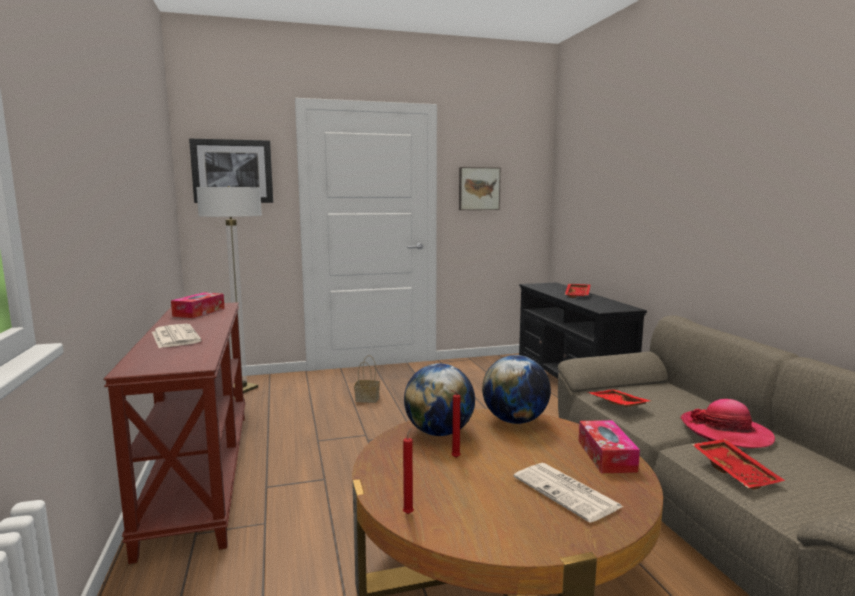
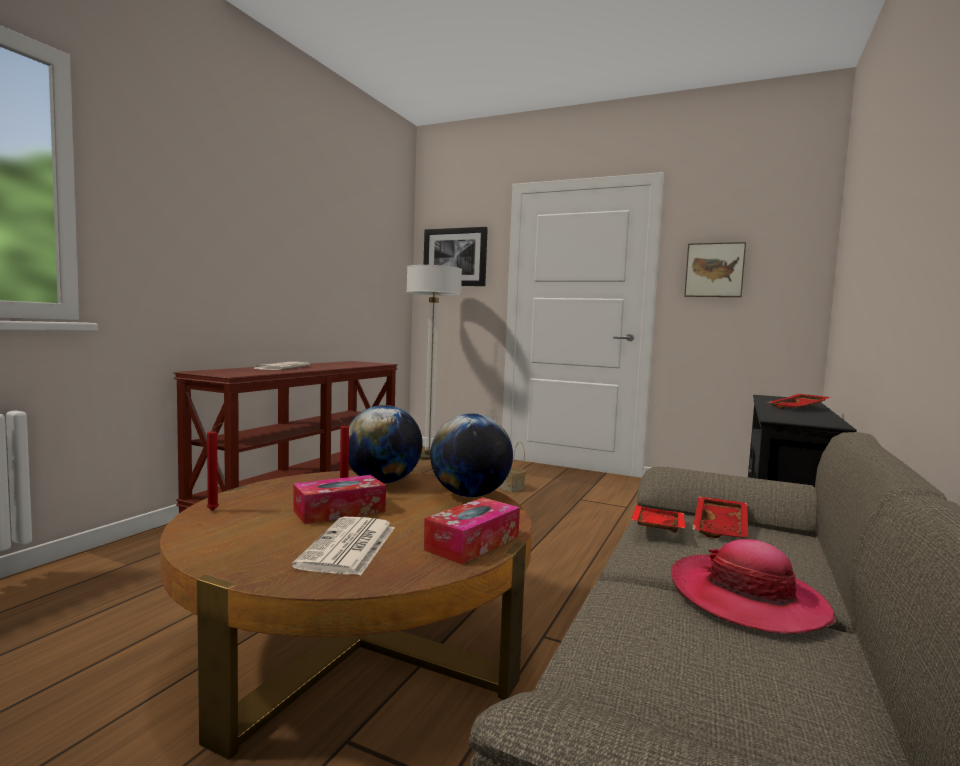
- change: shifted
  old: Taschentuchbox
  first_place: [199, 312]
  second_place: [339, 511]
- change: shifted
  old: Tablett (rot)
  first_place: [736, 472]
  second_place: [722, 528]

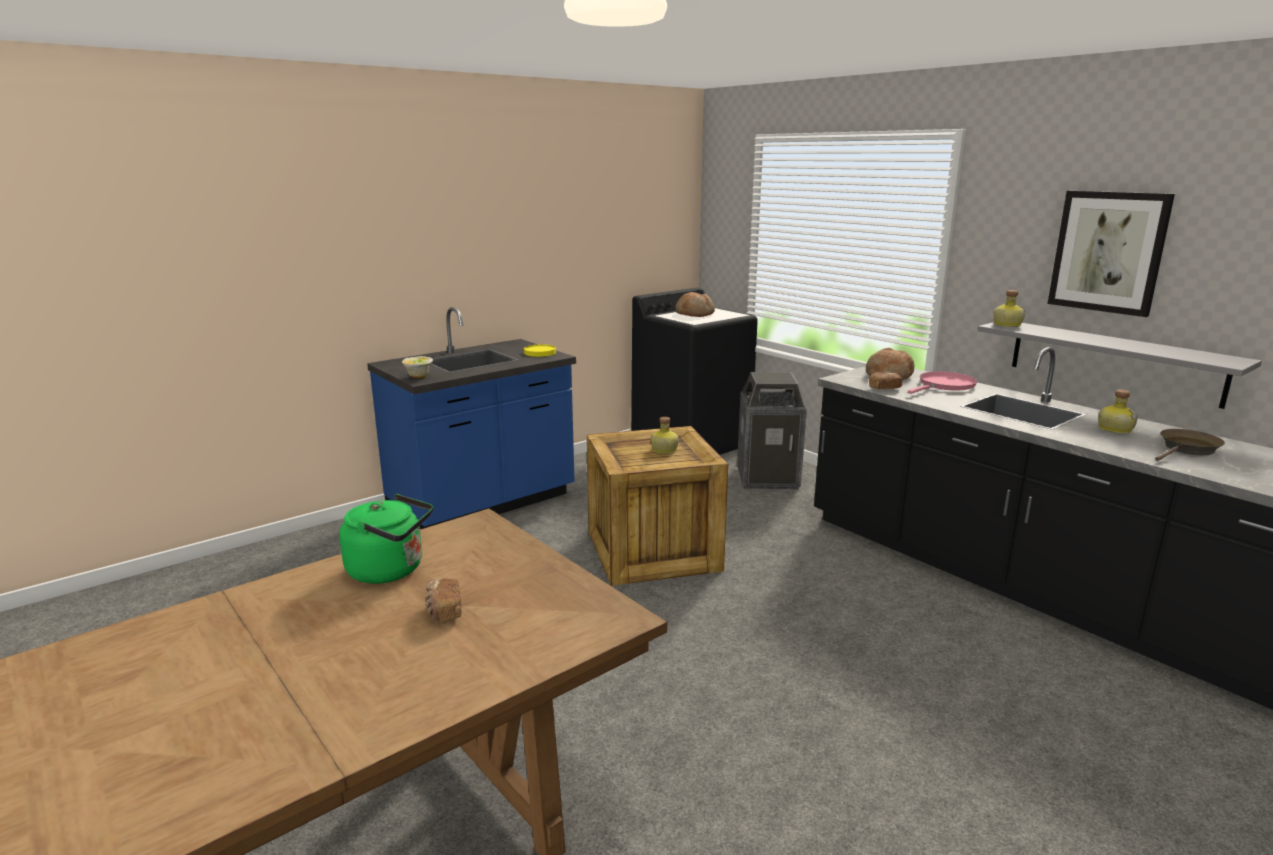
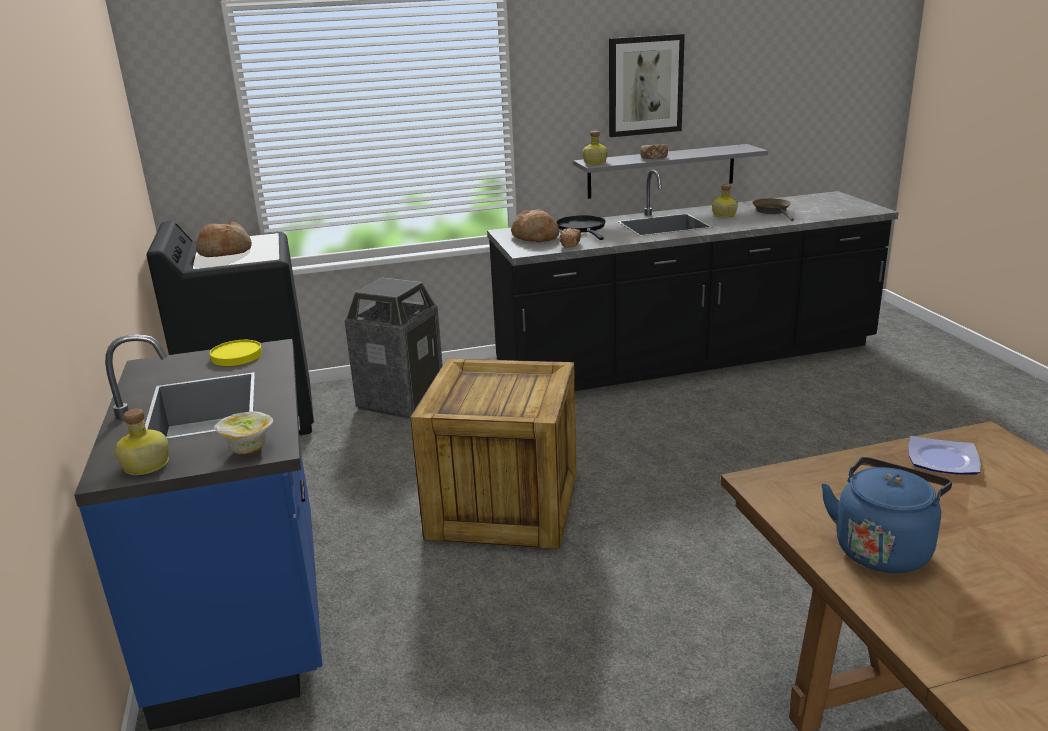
- change: shifted
  old: Flasche
  first_place: [663, 450]
  second_place: [145, 466]
- change: repainted
  old: Pfanne (rosa)
  new: Pfanne (schwarz)
  first_place: [944, 385]
  second_place: [582, 228]
- change: shifted
  old: Brot
  first_place: [443, 612]
  second_place: [654, 158]
- change: repainted
  old: Wasserkessel (grün)
  new: Wasserkessel (blau)
  first_place: [391, 570]
  second_place: [882, 548]
- change: new
  new: Teller
  second_place: [941, 461]

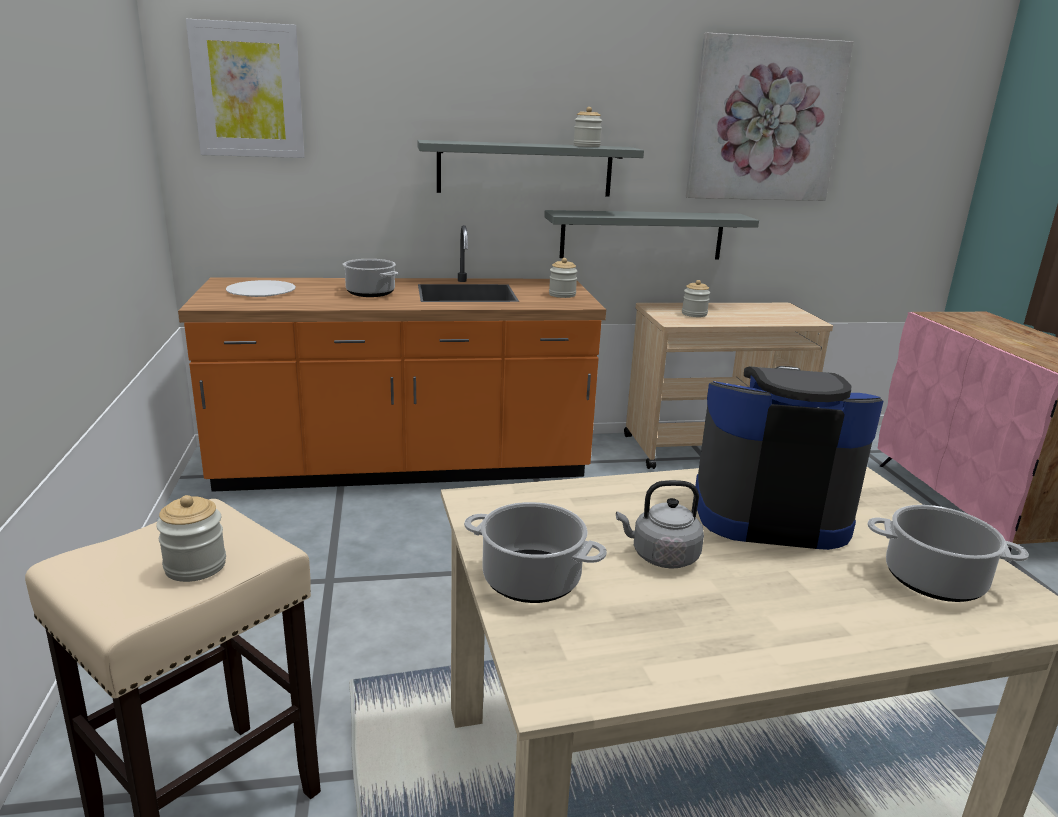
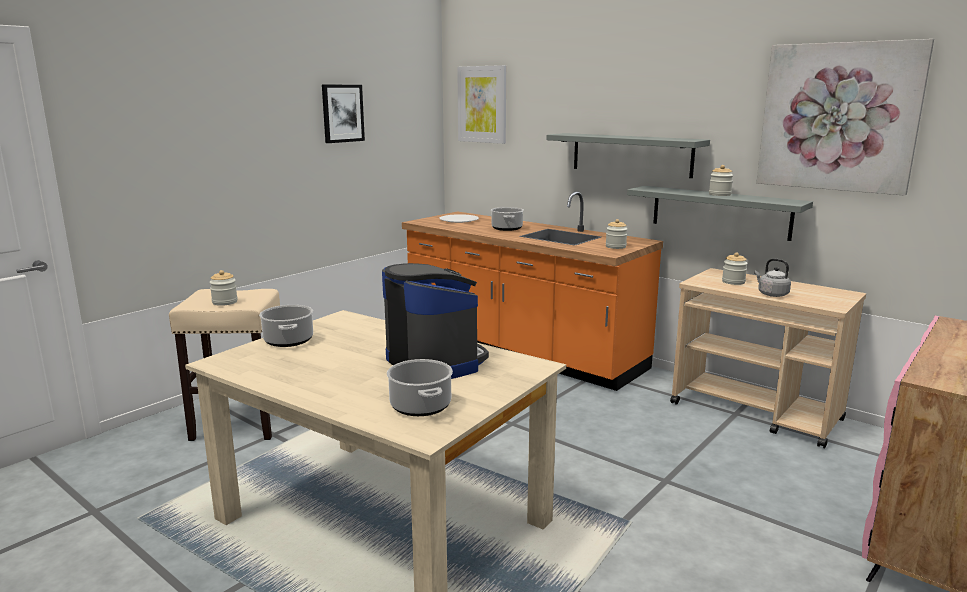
- change: new
  new: Bild
  second_place: [342, 113]
- change: shifted
  old: Vorratsglas
  first_place: [586, 146]
  second_place: [719, 194]
- change: shifted
  old: Wasserkessel (grau)
  first_place: [661, 556]
  second_place: [771, 294]

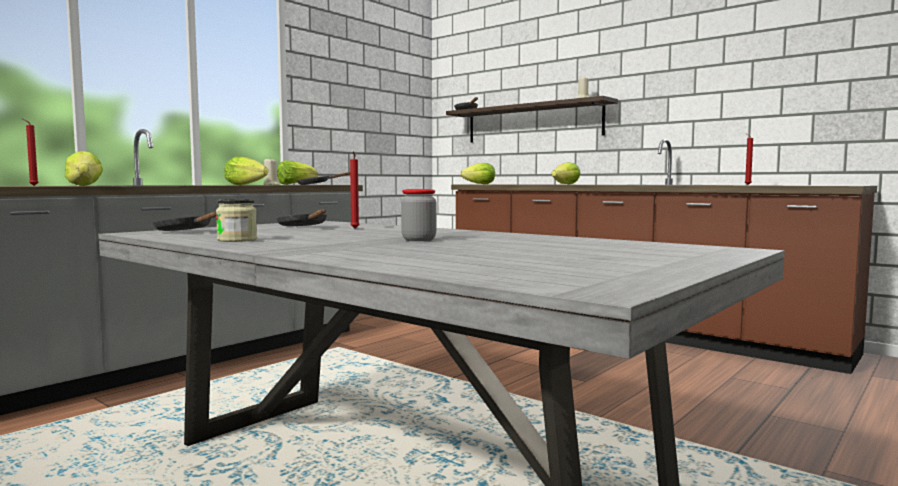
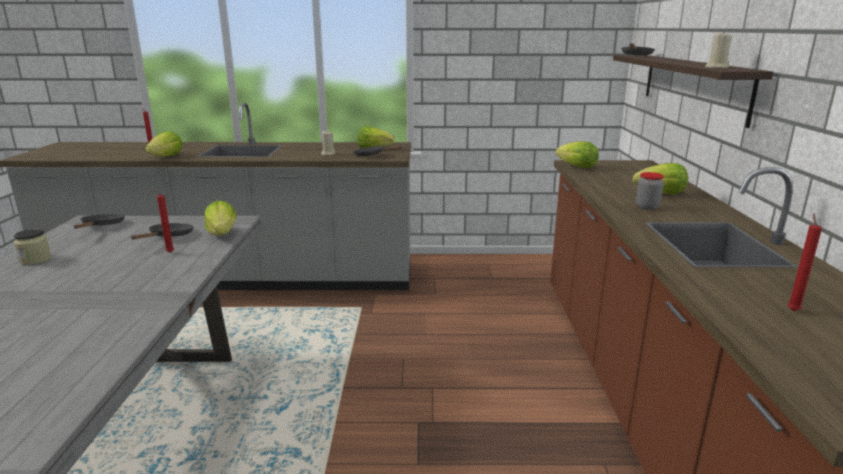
- change: shifted
  old: Salatkopf
  first_place: [245, 185]
  second_place: [222, 234]
- change: shifted
  old: Vorratsglas
  first_place: [419, 240]
  second_place: [647, 207]

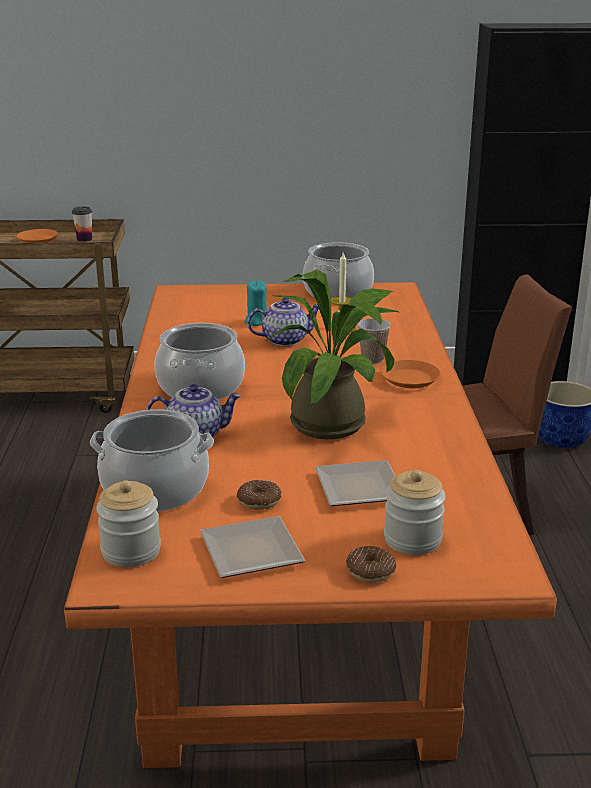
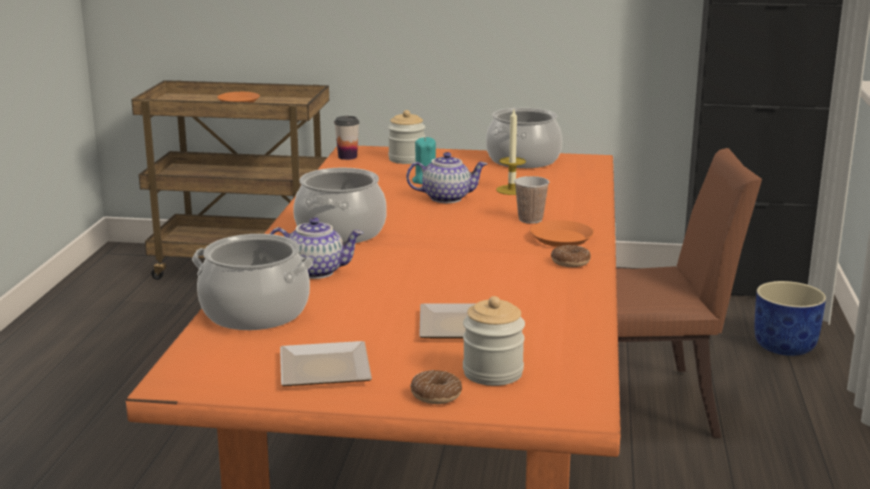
- change: shifted
  old: Tasse
  first_place: [84, 239]
  second_place: [347, 157]
- change: shifted
  old: Vorratsglas
  first_place: [131, 551]
  second_place: [406, 159]
- change: shifted
  old: Donut
  first_place: [259, 501]
  second_place: [570, 262]
- change: gone
  old: Topfpflanze
  first_place: [336, 422]

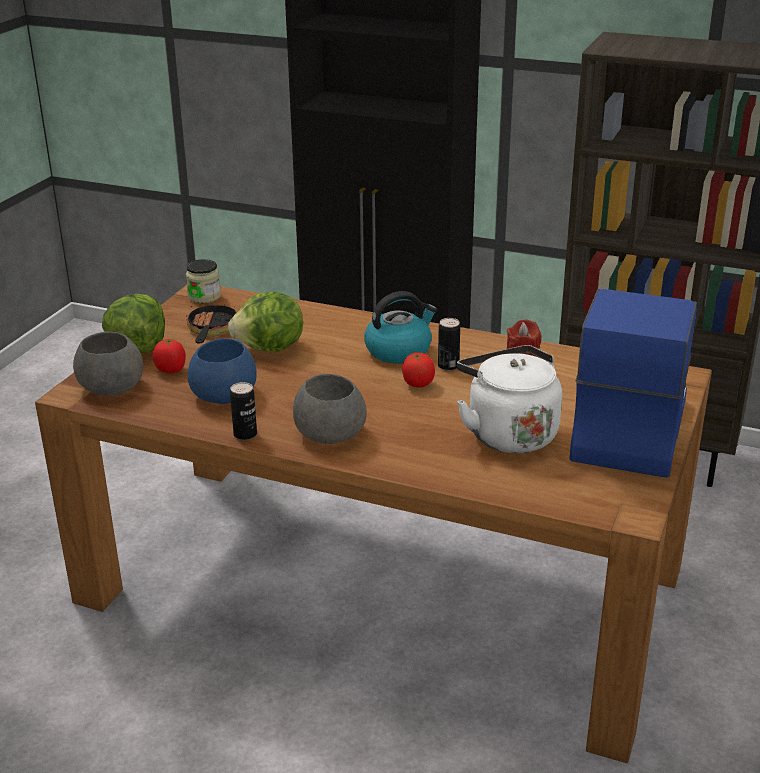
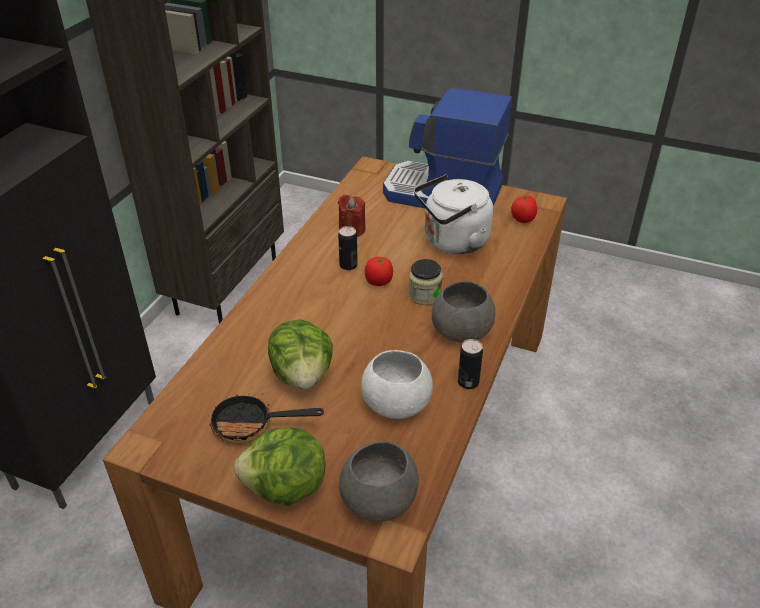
- change: repainted
  old: Schüssel (blau)
  new: Schüssel (weiß)
  first_place: [224, 394]
  second_place: [395, 402]
- change: shifted
  old: Vorratsglas
  first_place: [204, 296]
  second_place: [424, 295]
- change: shifted
  old: Tomate
  first_place: [171, 370]
  second_place: [523, 219]
- change: gone
  old: Wasserkessel
  first_place: [399, 350]

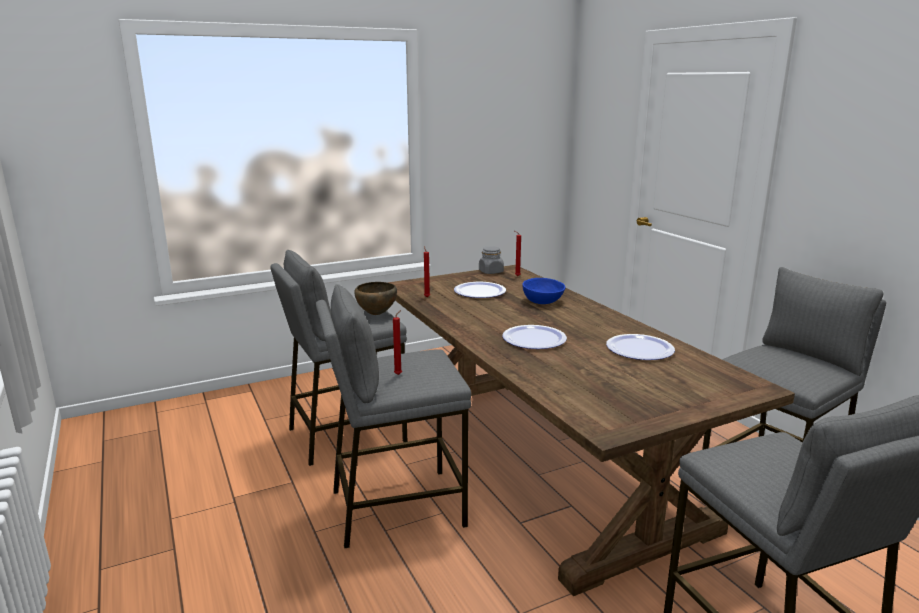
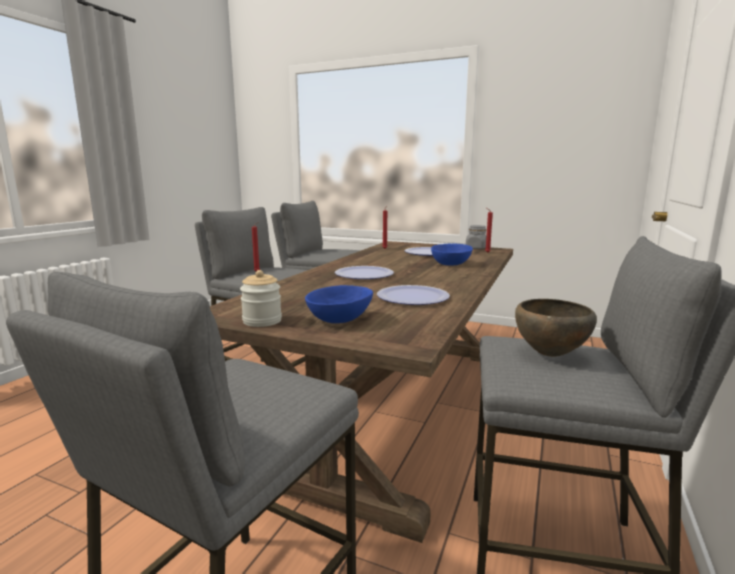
- change: new
  new: Vorratsglas
  second_place: [262, 321]
- change: new
  new: Schüssel (blau)
  second_place: [340, 319]
- change: shifted
  old: Schüssel (braun)
  first_place: [376, 314]
  second_place: [549, 355]

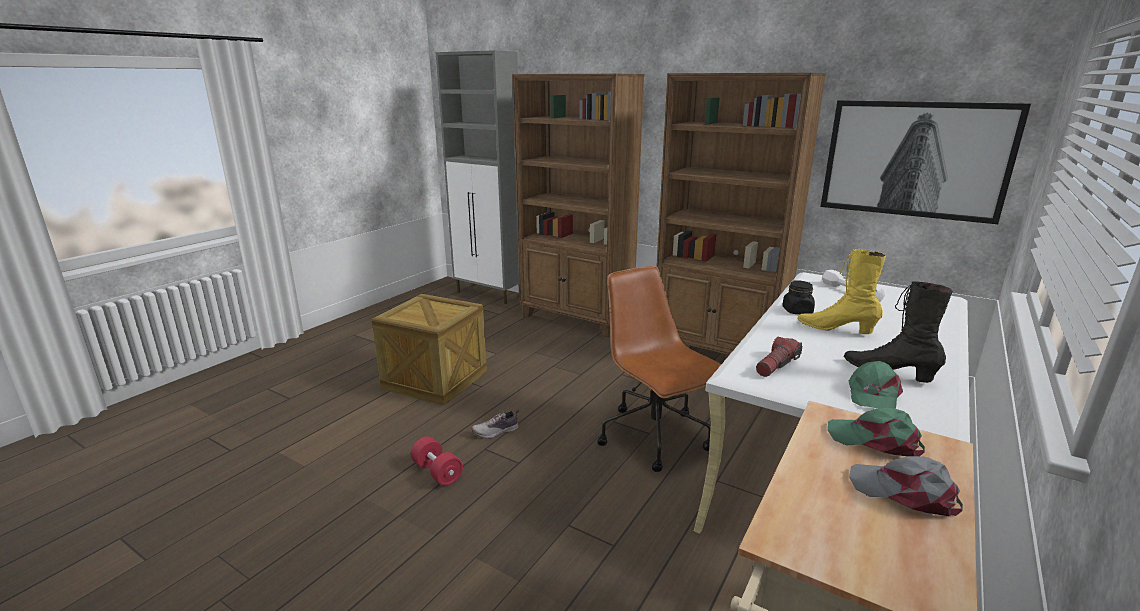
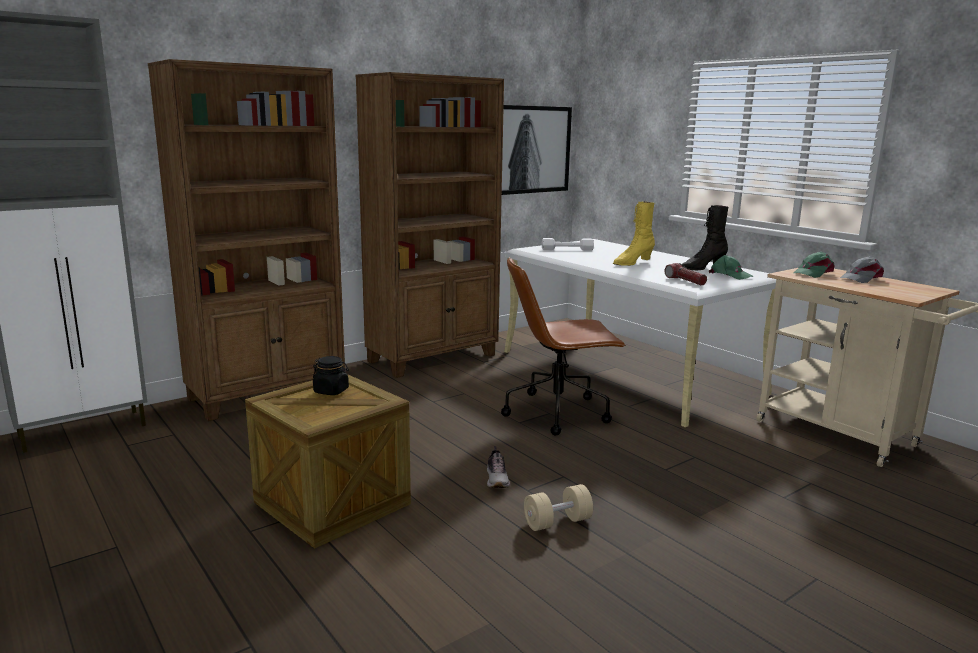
- change: shifted
  old: Vorratsglas (schwarz)
  first_place: [797, 311]
  second_place: [331, 391]
- change: repainted
  old: Hantel (rot)
  new: Hantel (beige)
  first_place: [437, 472]
  second_place: [557, 522]

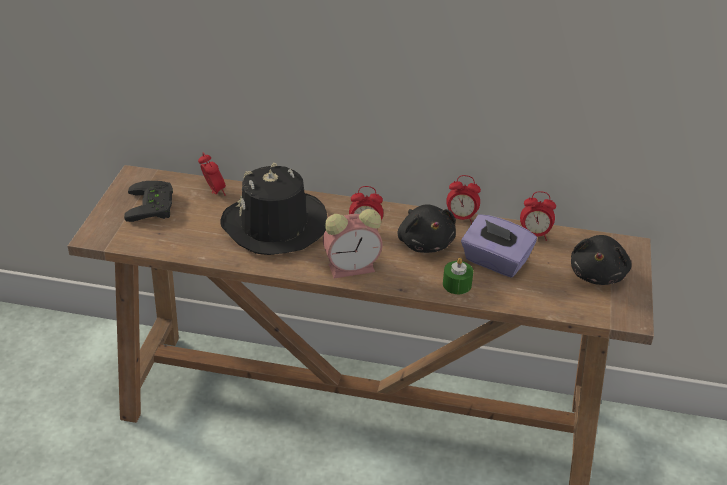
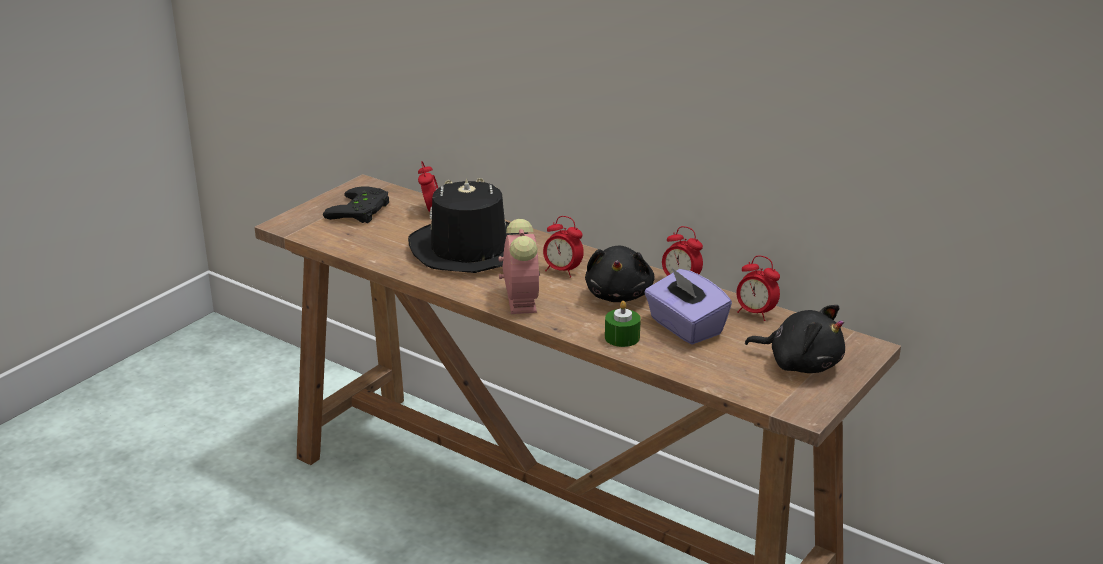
- change: rotated
  old: Wecker
  first_place: [353, 267]
  second_place: [520, 300]
  degrees: -105
- change: rotated
  old: Plüschtier (schwarz)
  first_place: [598, 274]
  second_place: [800, 363]
  degrees: -105

